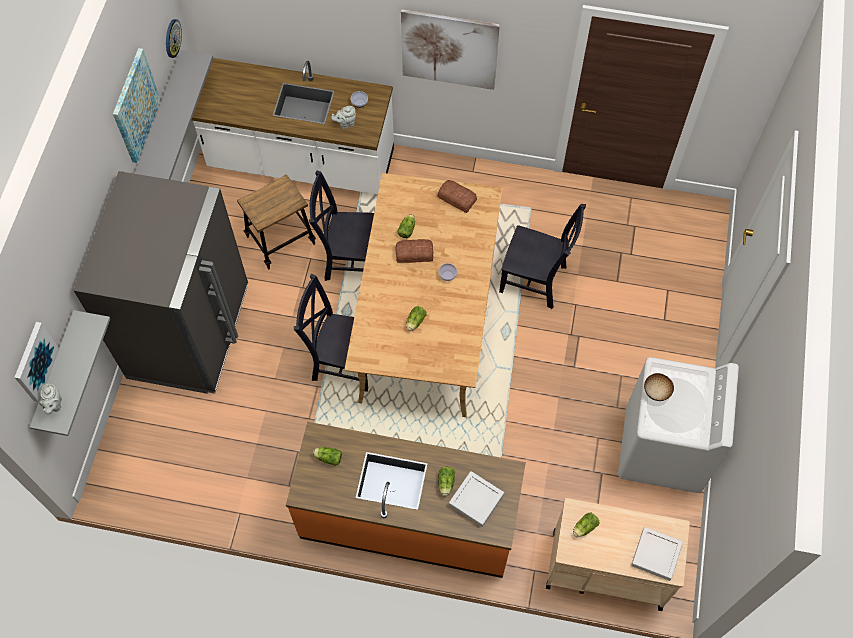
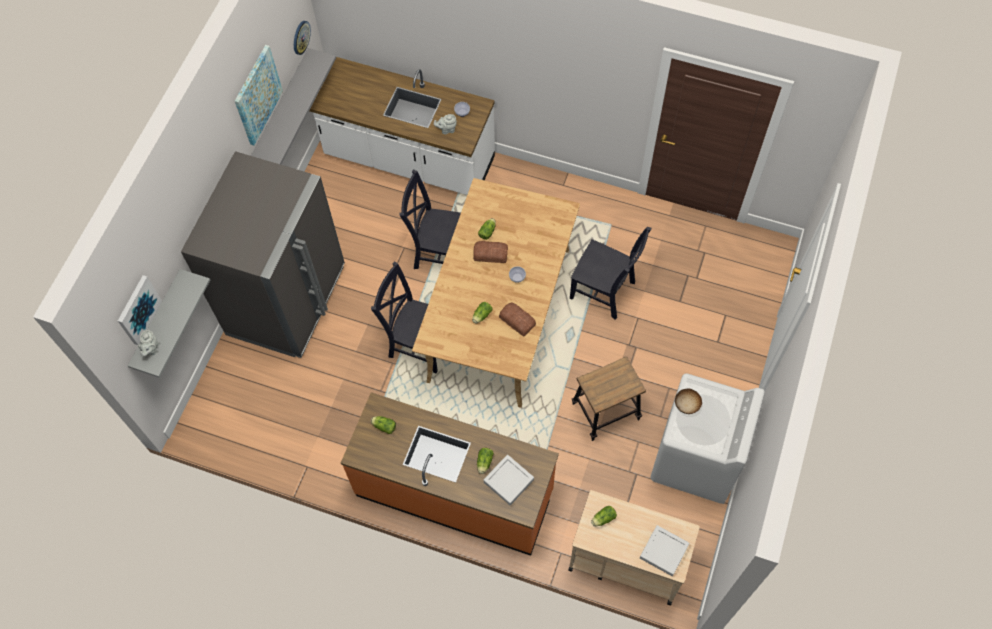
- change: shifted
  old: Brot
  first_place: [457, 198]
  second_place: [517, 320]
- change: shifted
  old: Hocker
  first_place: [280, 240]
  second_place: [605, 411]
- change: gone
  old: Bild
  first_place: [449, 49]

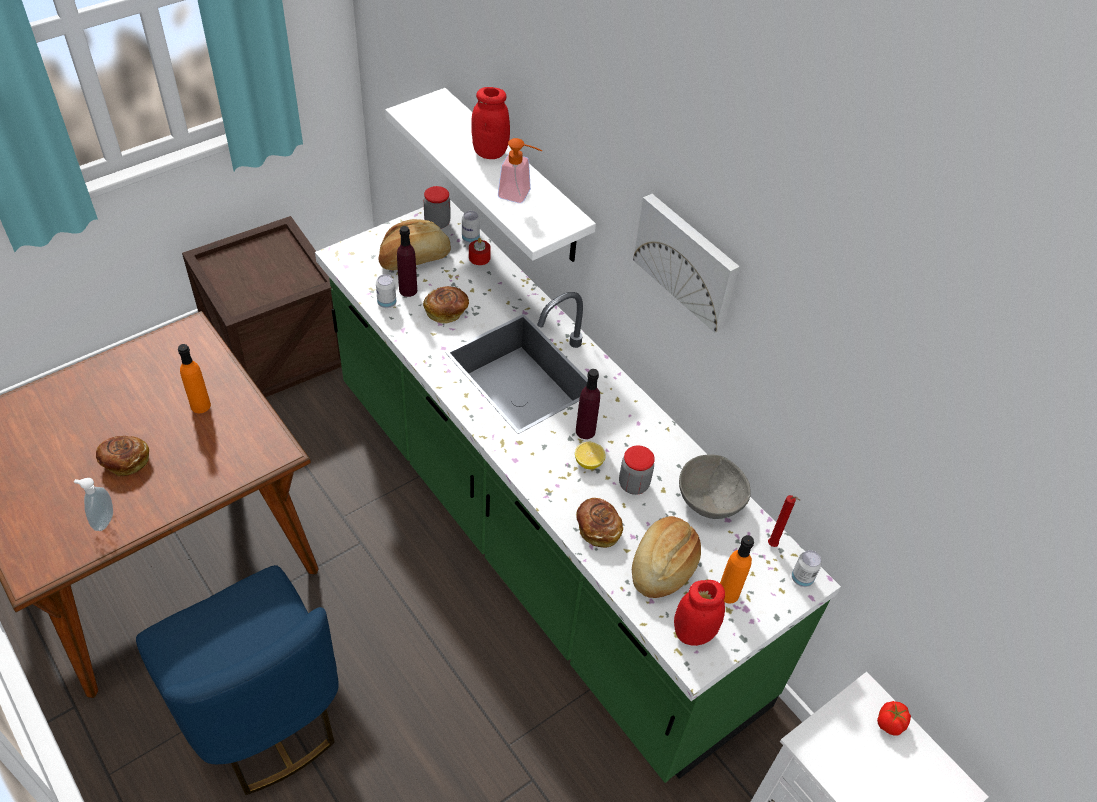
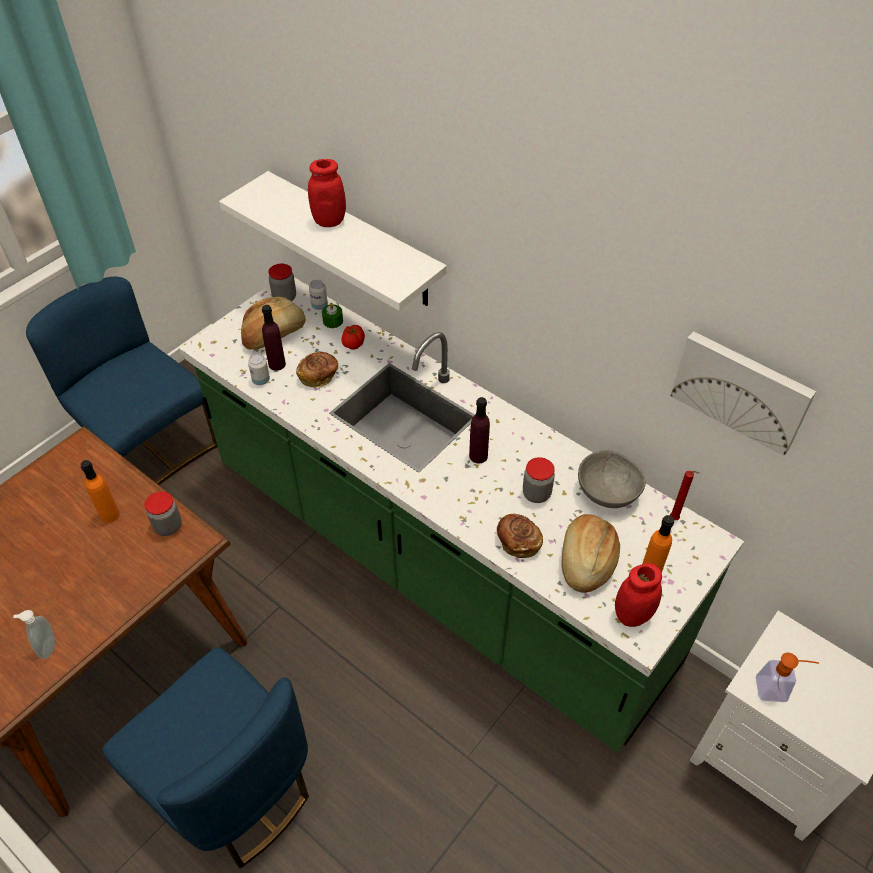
- change: swapped
  old: Kiste
  new: Stuhl (blau)
  first_place: [276, 348]
  second_place: [148, 446]
- change: new
  new: Vorratsglas
  second_place: [168, 526]
- change: repainted
  old: Kerze (rot)
  new: Kerze (grün)
  first_place: [479, 257]
  second_place: [333, 321]
- change: shifted
  old: Tomate
  first_place: [889, 723]
  second_place: [353, 344]
- change: shifted
  old: Bild
  first_place: [688, 260]
  second_place: [742, 390]
- change: shifted
  old: Seifenspender
  first_place: [520, 195]
  second_place: [777, 689]
- change: gone
  old: Brot
  first_place: [125, 462]
- change: gone
  old: Zitrone
  first_place: [588, 462]
- change: gone
  old: Dose
  first_place: [801, 578]

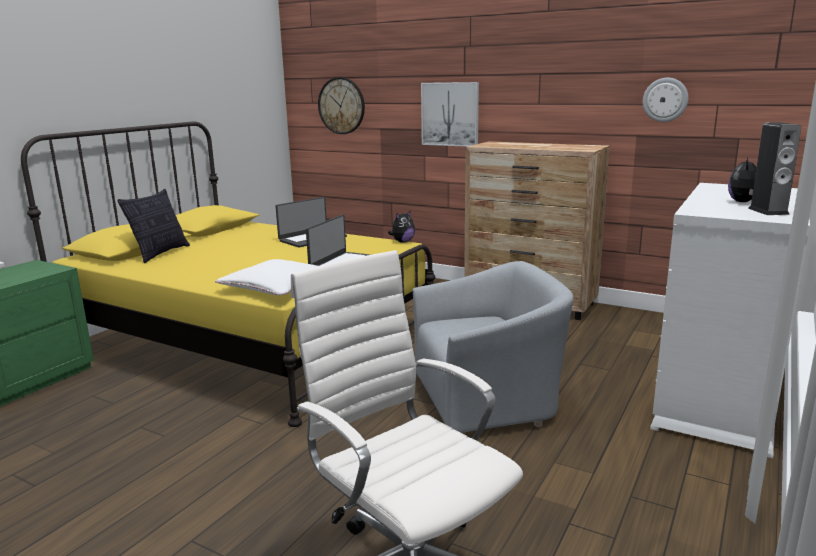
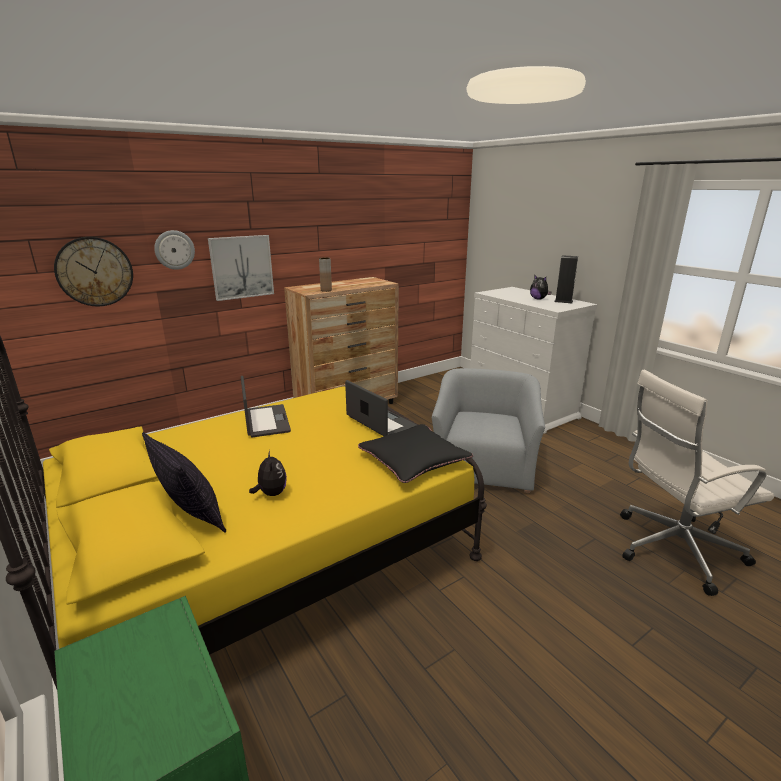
- change: shifted
  old: Wanduhr
  first_place: [665, 100]
  second_place: [174, 250]
- change: shifted
  old: Plüschtier
  first_place: [402, 242]
  second_place: [271, 493]
- change: new
  new: Vase (braun)
  second_place: [326, 290]
- change: repainted
  old: Kissen (weiß)
  new: Kissen (schwarz)
  first_place: [278, 286]
  second_place: [414, 459]

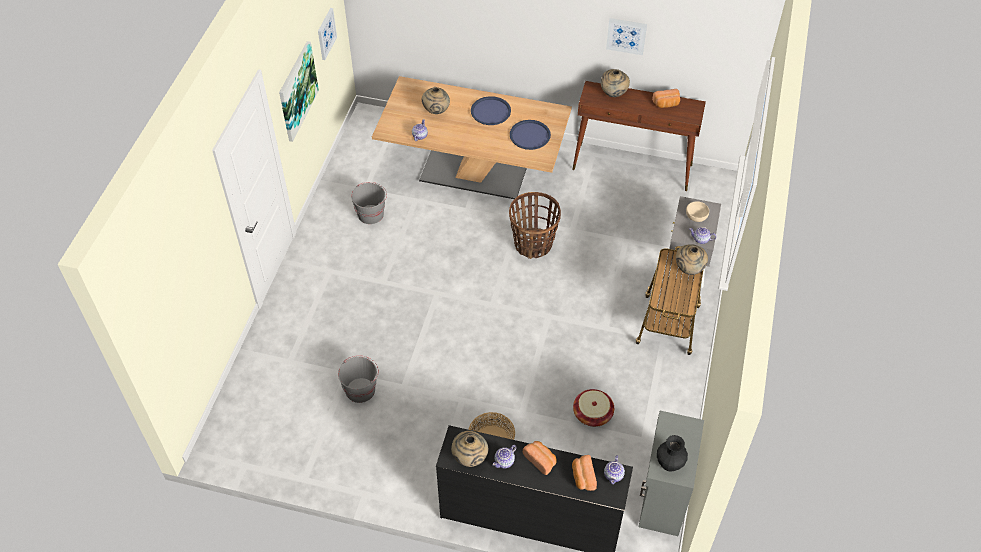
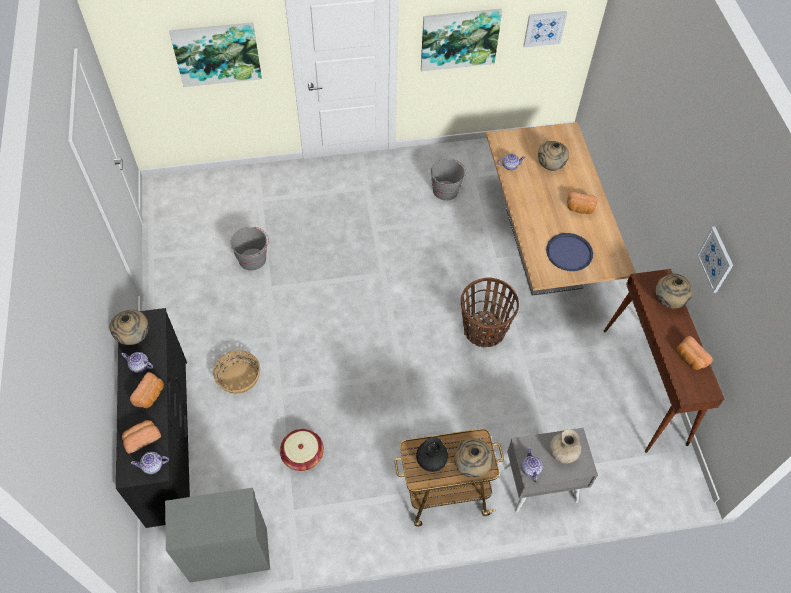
- change: new
  new: Bild
  second_place: [217, 53]
- change: shifted
  old: Vase (schwarz)
  first_place: [670, 463]
  second_place: [430, 461]
- change: swapped
  old: Schüssel (beige)
  new: Vase (beige)
  first_place: [696, 216]
  second_place: [562, 454]
- change: swapped
  old: Tablett (blau)
  new: Brot
  first_place: [490, 111]
  second_place: [580, 209]

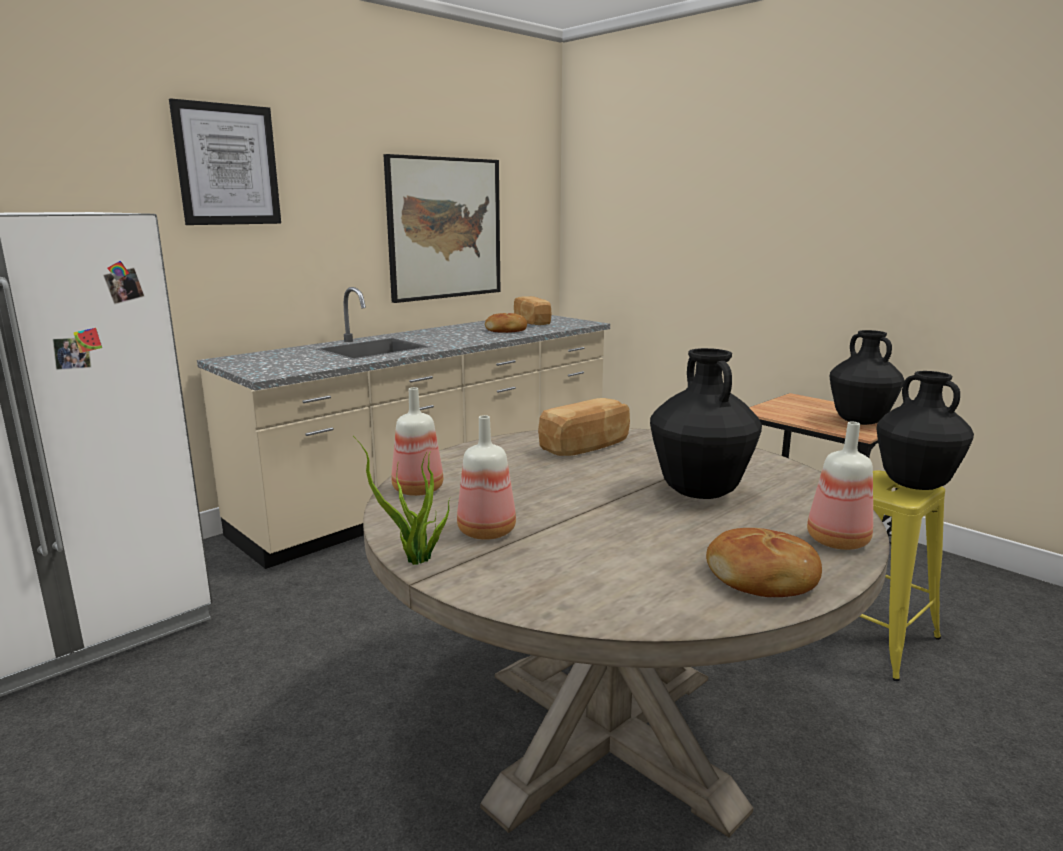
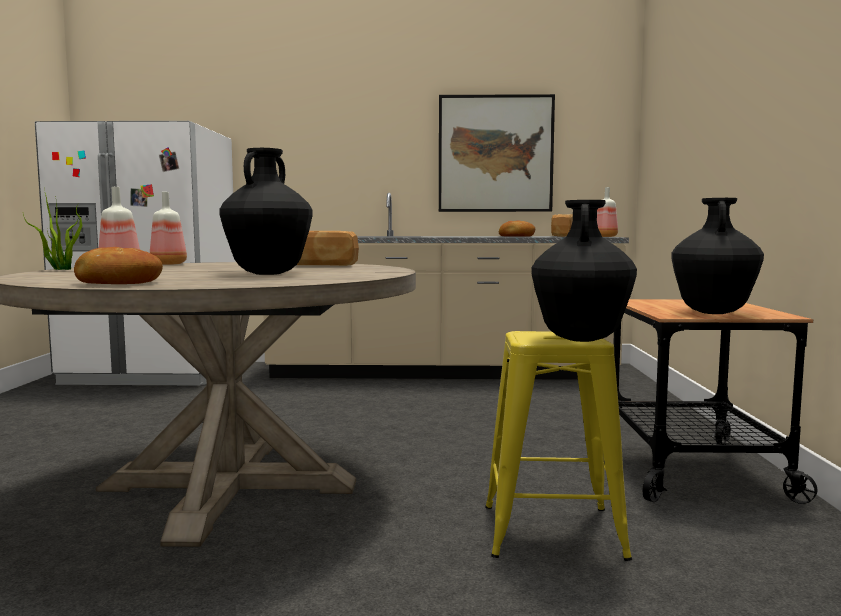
- change: shifted
  old: Flasche
  first_place: [838, 542]
  second_place: [605, 236]
- change: gone
  old: Bild
  first_place: [227, 165]

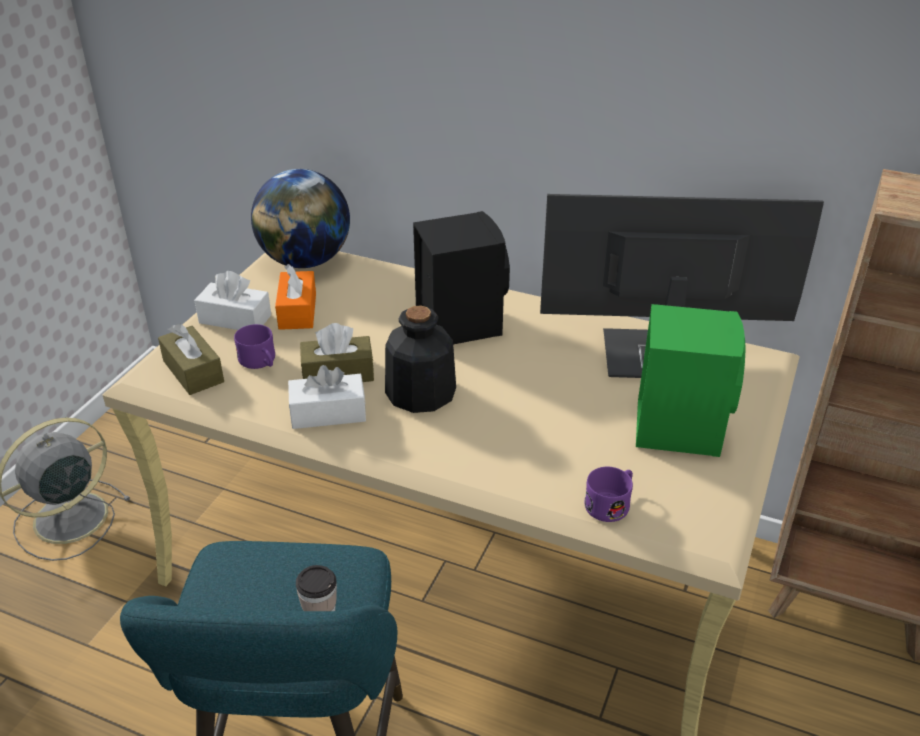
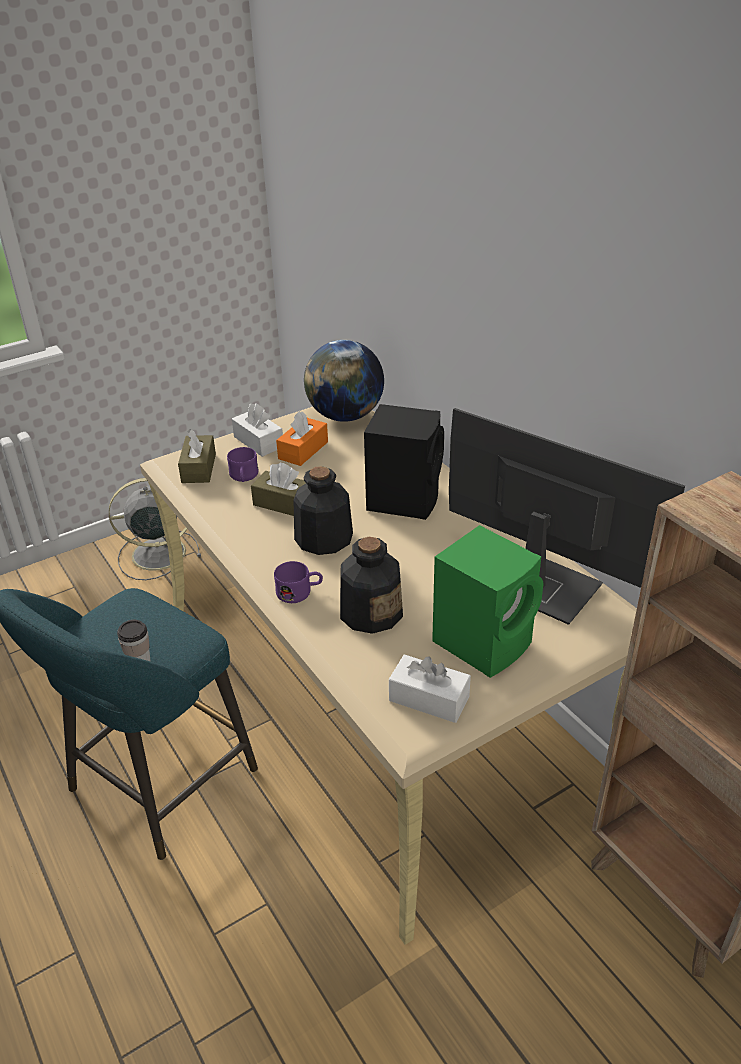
- change: shifted
  old: Henkelbecher (lila)
  first_place: [611, 503]
  second_place: [299, 592]
- change: new
  new: Flasche
  second_place: [371, 612]
- change: shifted
  old: Taschentuchbox (weiß)
  first_place: [328, 413]
  second_place: [429, 699]

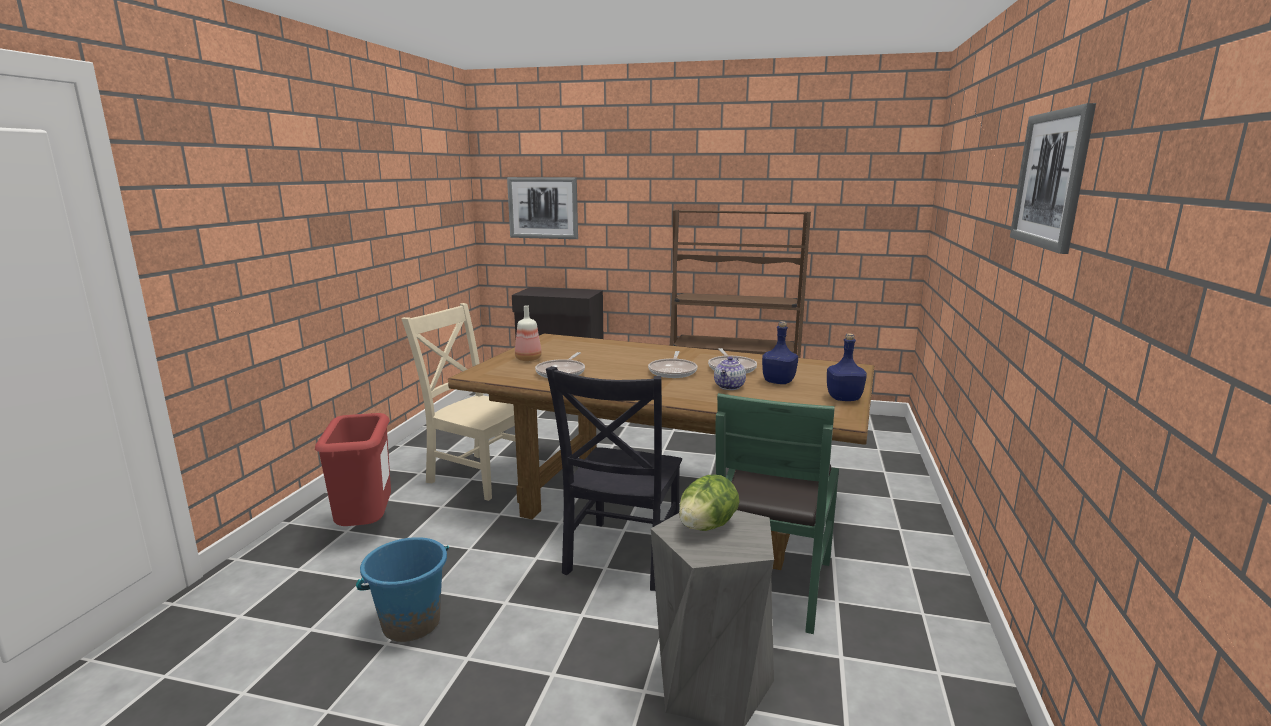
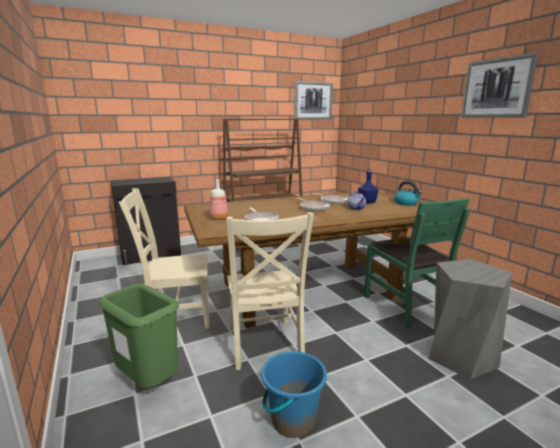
- change: repainted
  old: Mülleimer (rot)
  new: Mülleimer (grün)
  first_place: [367, 528]
  second_place: [149, 383]
- change: new
  new: Stuhl (beige)
  second_place: [264, 345]
- change: shifted
  old: Bild
  first_place: [543, 208]
  second_place: [313, 101]
- change: swapped
  old: Flasche (blau)
  new: Wasserkessel
  first_place: [844, 398]
  second_place: [406, 203]
- change: gone
  old: Stuhl (schwarz)
  first_place: [621, 557]
- change: gone
  old: Salatkopf
  first_place: [706, 526]

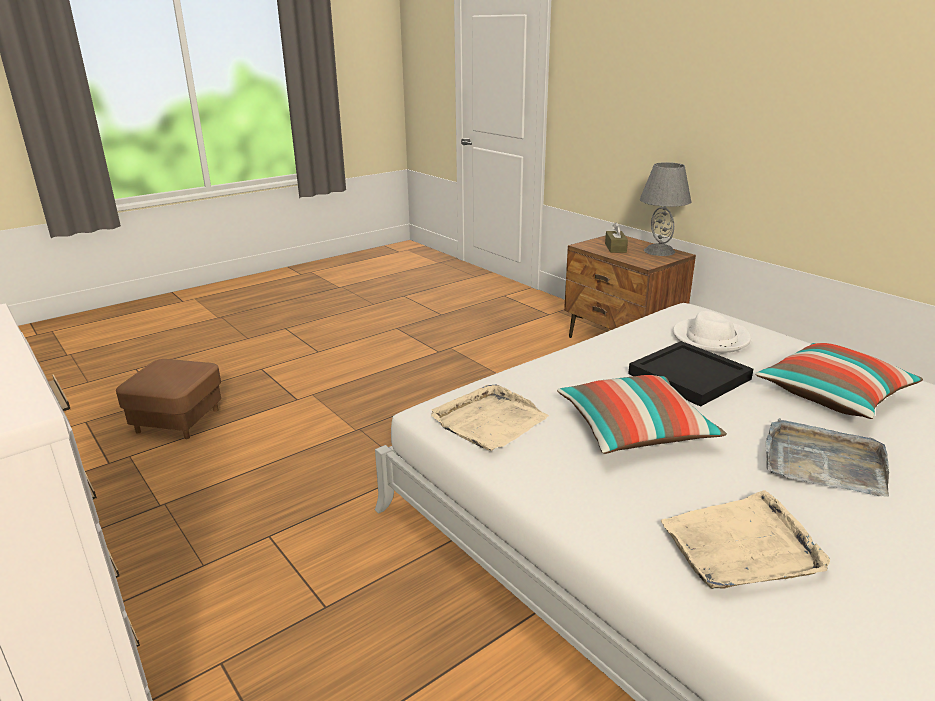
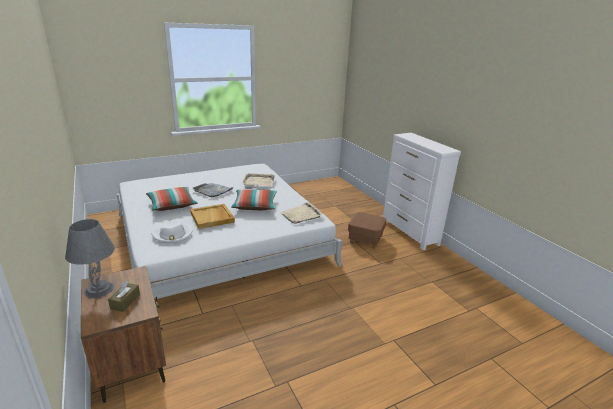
- change: repainted
  old: Tablett (schwarz)
  new: Tablett (beige)
  first_place: [688, 376]
  second_place: [212, 218]
- change: shifted
  old: Polsterhocker (braun)
  first_place: [178, 420]
  second_place: [365, 240]

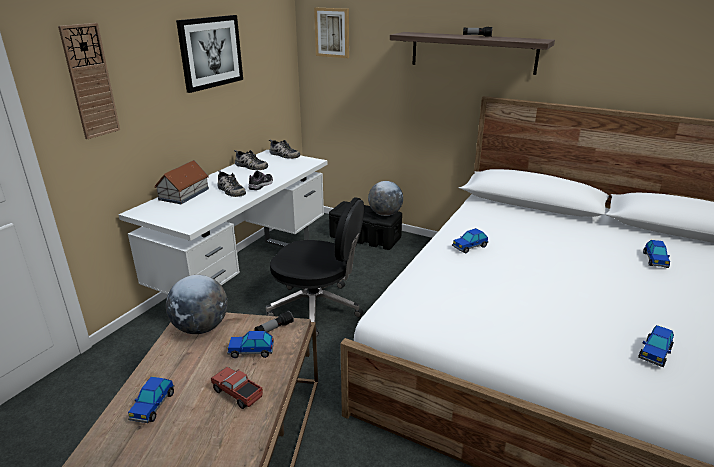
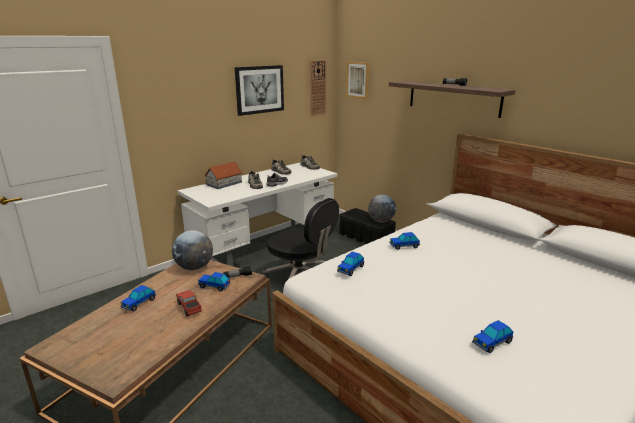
- change: shifted
  old: Wanduhr
  first_place: [90, 81]
  second_place: [317, 88]
- change: shifted
  old: Spielzeugauto
  first_place: [655, 260]
  second_place: [350, 269]

